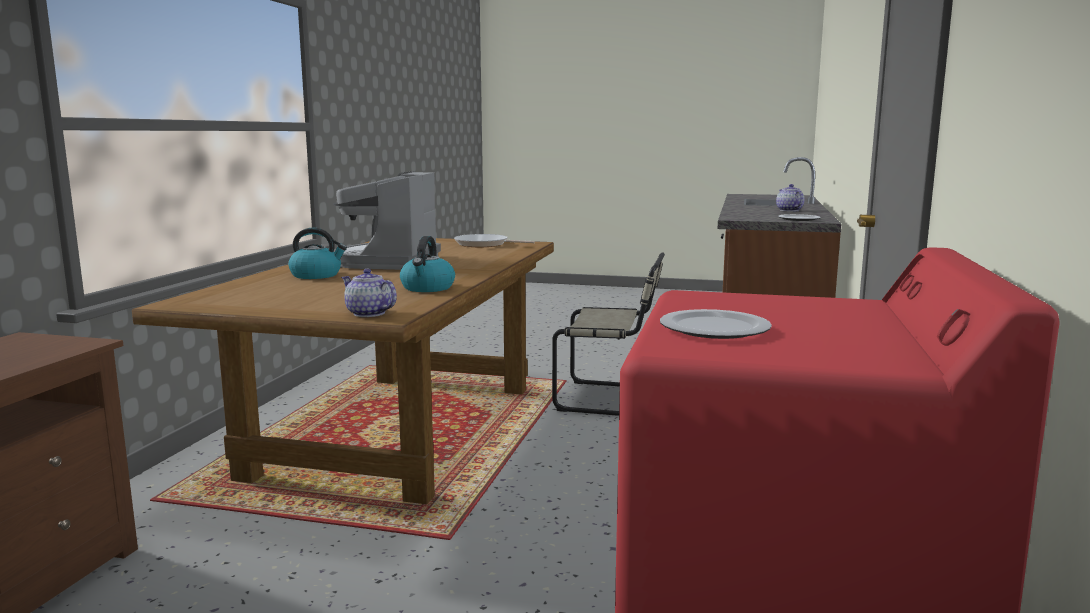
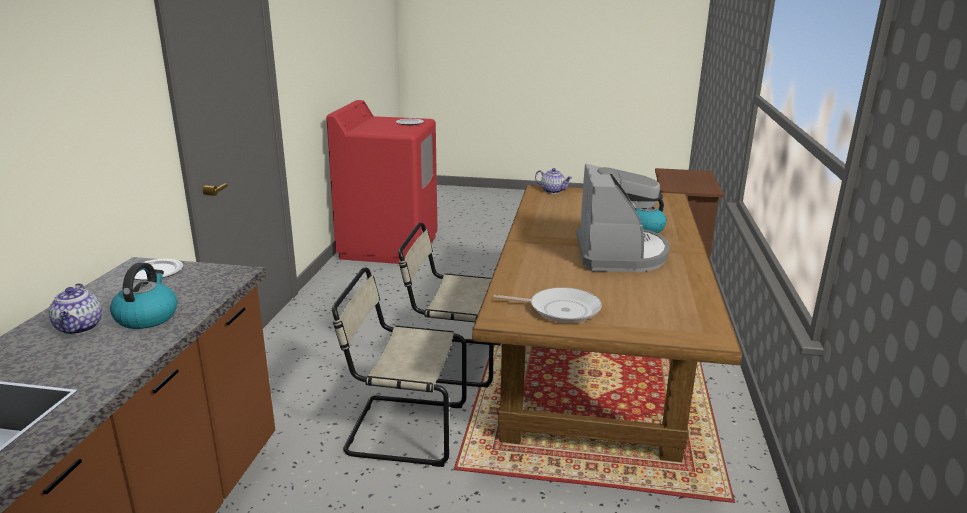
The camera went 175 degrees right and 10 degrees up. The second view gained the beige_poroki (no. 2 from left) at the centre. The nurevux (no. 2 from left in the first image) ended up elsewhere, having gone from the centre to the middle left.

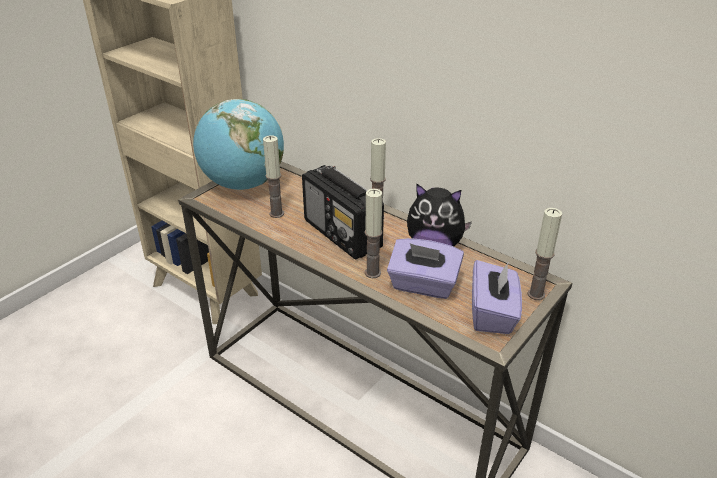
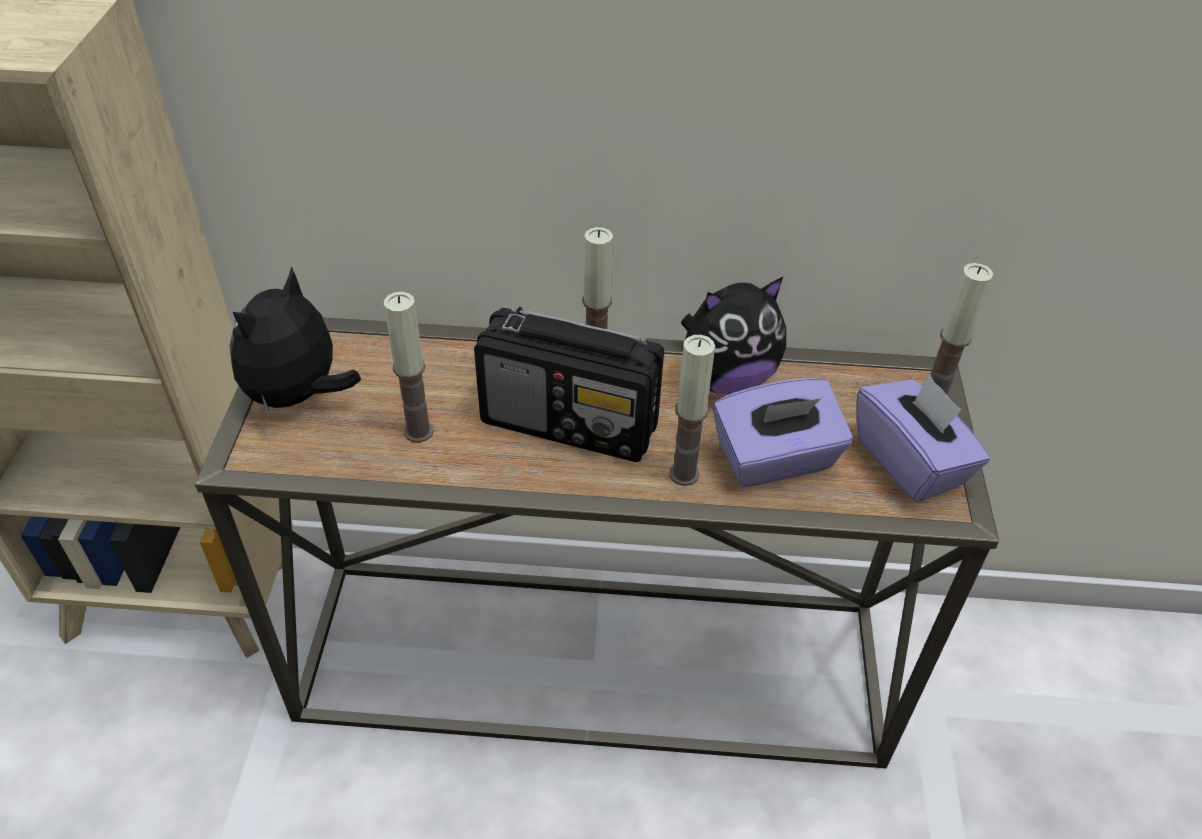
The camera went 35 degrees left and 10 degrees up. Where the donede stood at the top left, the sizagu (no. 1 from left) came to stand at the middle left.

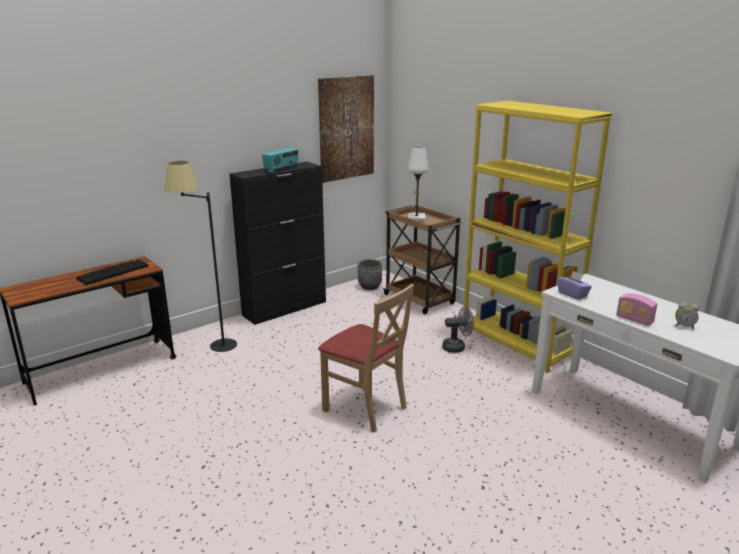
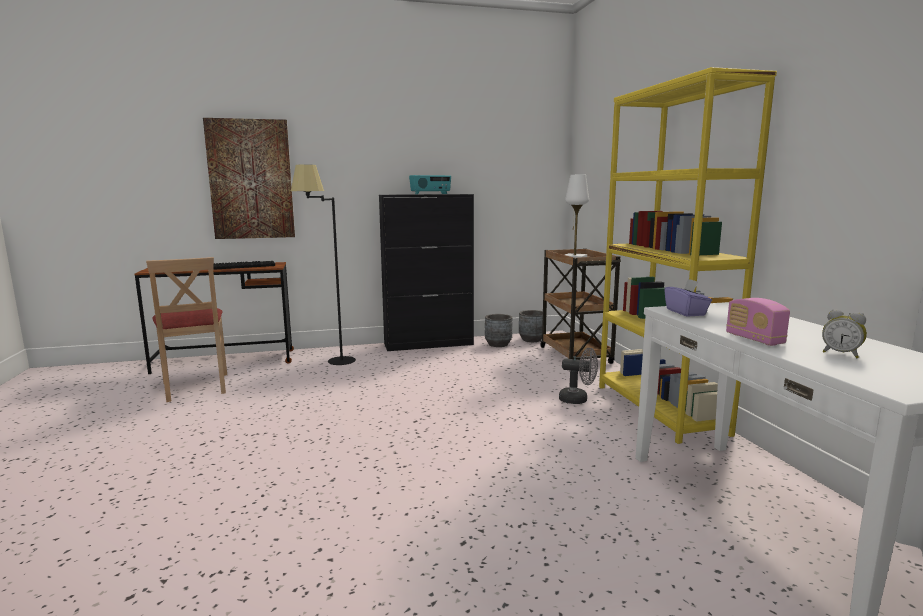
The camera went 25 degrees right and 10 degrees down. The second view gained the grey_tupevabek (no. 1 from left) at the centre. The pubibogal ended up elsewhere, having gone from the top centre to the top left. The beige_poroki ended up elsewhere, having gone from the centre to the middle left.

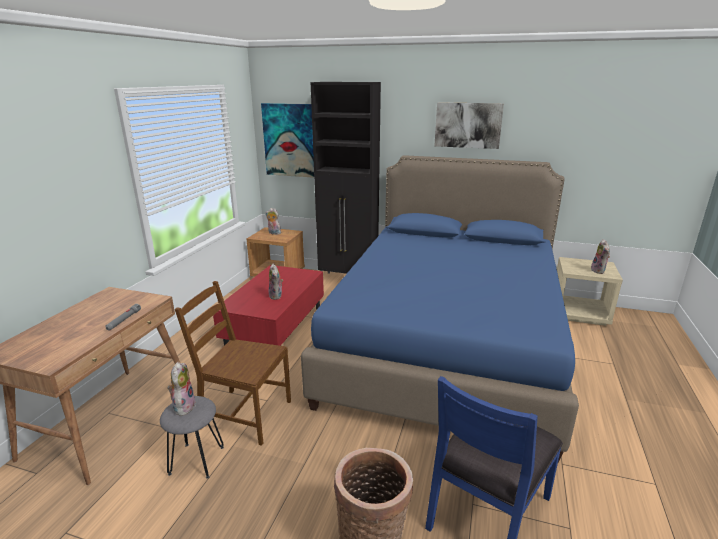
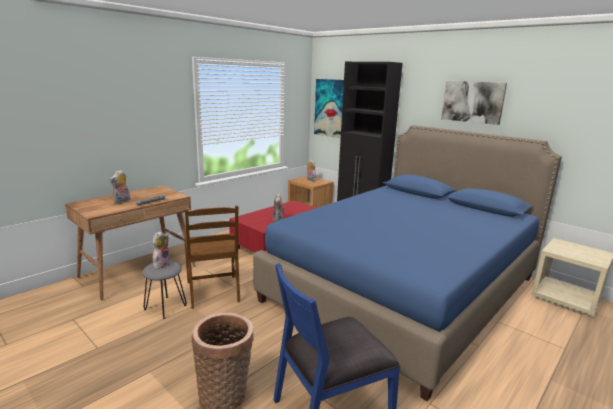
The camera went 25 degrees right and 5 degrees down. The sizagu (no. 4 from left in the first image) ended up elsewhere, having gone from the middle right to the middle left. The brown_poroki at the bottom left ended up facing another way, 150 degrees counterclockwise from before.

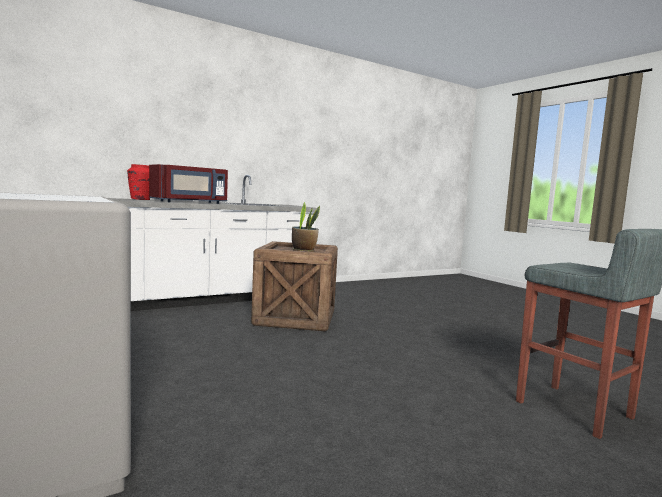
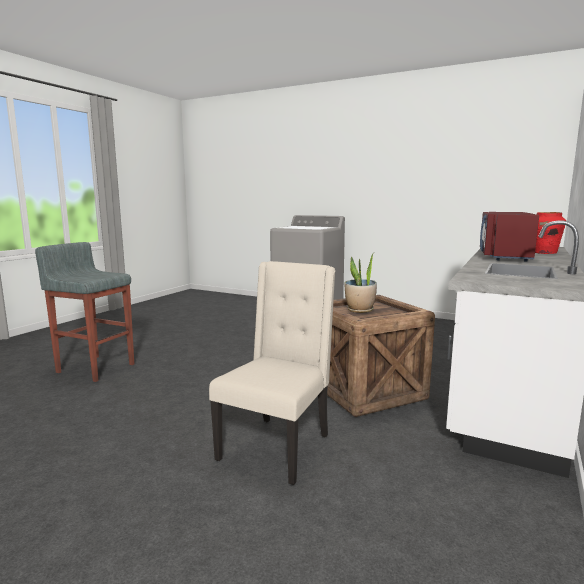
The camera went 150 degrees right and 5 degrees up. The second view gained the beige_poroki at the centre.

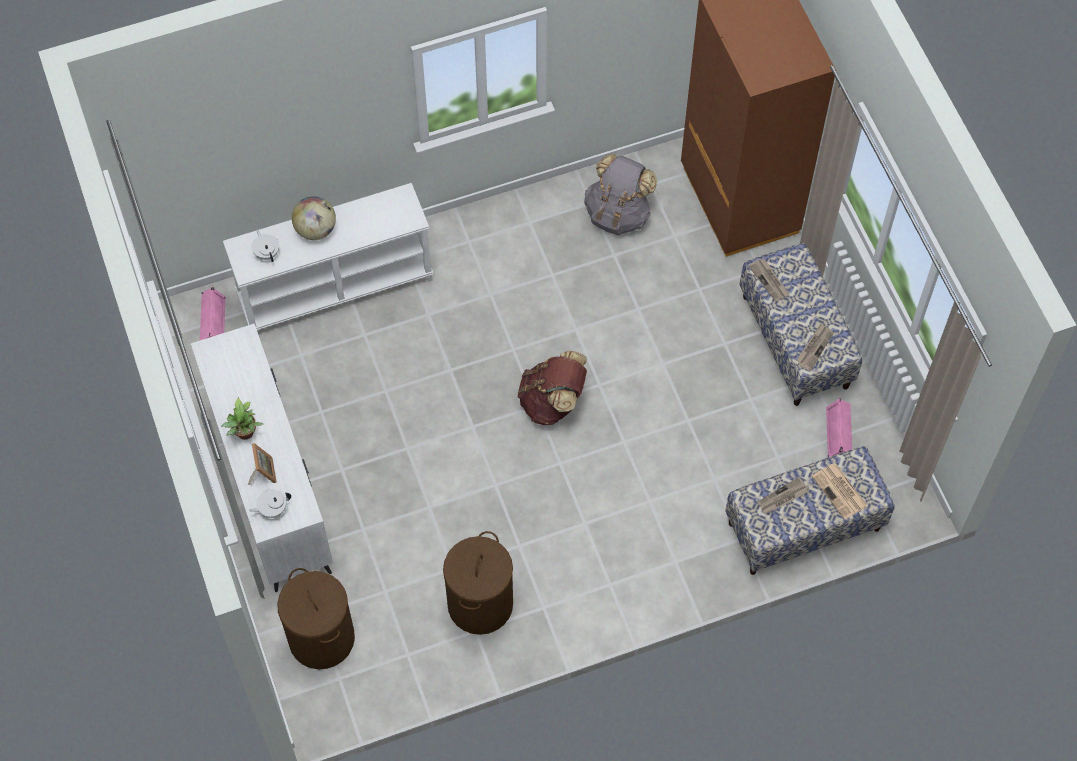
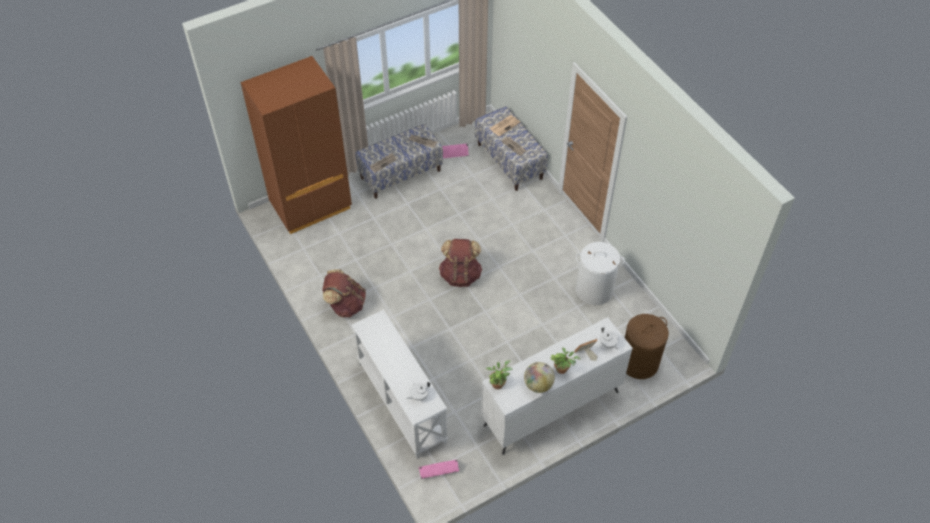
The camera went 100 degrees left and 10 degrees down. The second view lost the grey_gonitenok at the top centre. The second view gained the brown_gonitenok (no. 1 from left) at the centre. The second view gained the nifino (no. 1 from left) at the bottom centre. The donede ended up elsewhere, having gone from the top left to the bottom centre. What was the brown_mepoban (no. 2 from left) at the bottom centre turned into the white_mepoban at the centre.

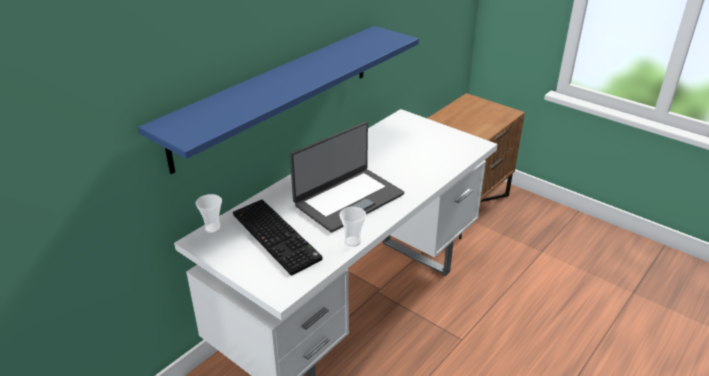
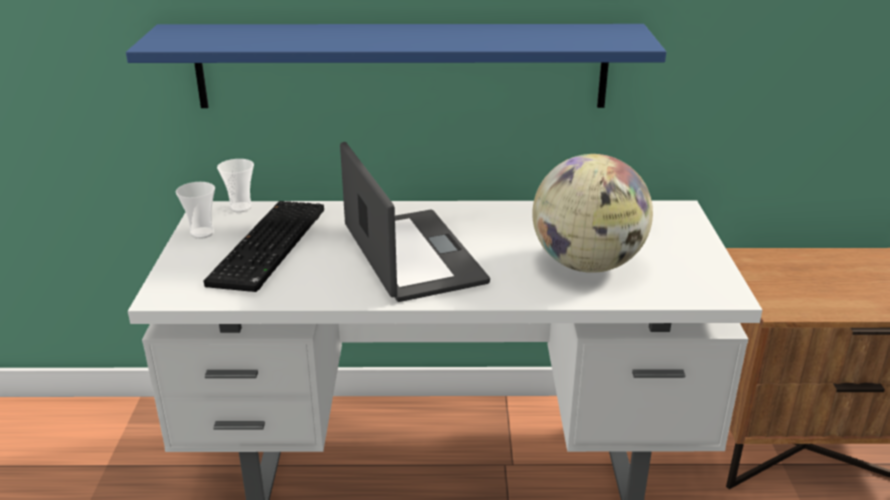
The camera went 50 degrees right and 5 degrees down. The second view gained the donede at the centre. The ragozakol (no. 2 from left in the first image) ended up elsewhere, having gone from the centre to the middle left. The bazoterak at the centre ended up facing another way, 120 degrees counterclockwise from before.

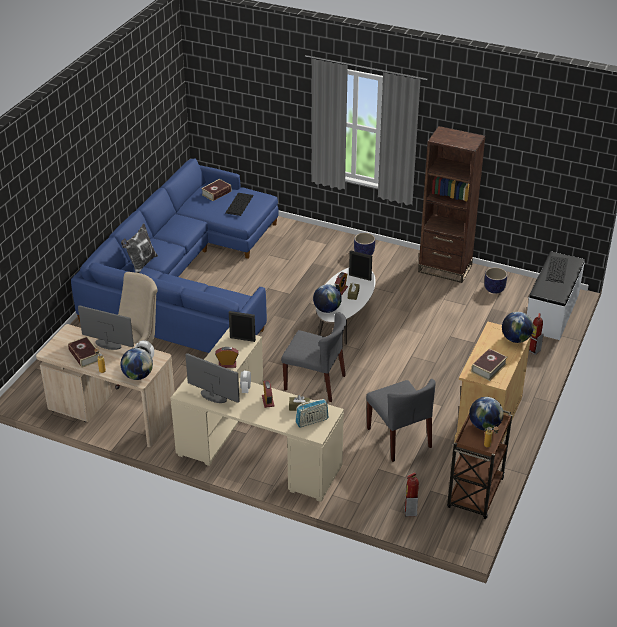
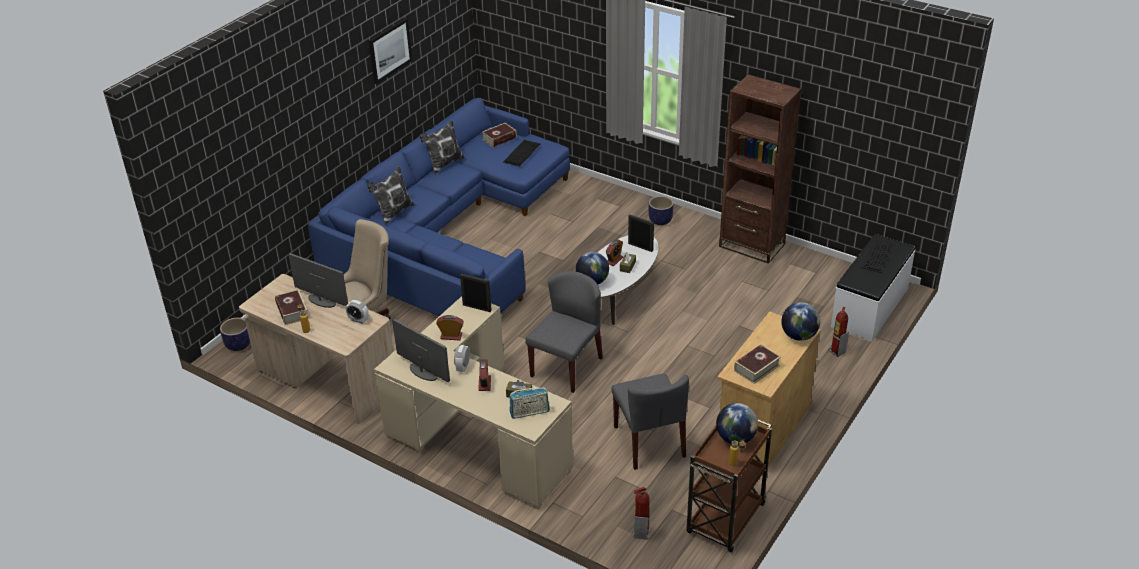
The camera went 10 degrees right and 0 degrees up. The second view lost the donede (no. 1 from left) at the middle left. The second view gained the pubibogal at the top centre. The second view gained the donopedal (no. 2 from left) at the top centre. The tupevabek (no. 2 from left in the first image) ended up elsewhere, having gone from the middle right to the middle left. The grey_poroki (no. 1 from left) at the centre ended up facing another way, 90 degrees counterclockwise from before.

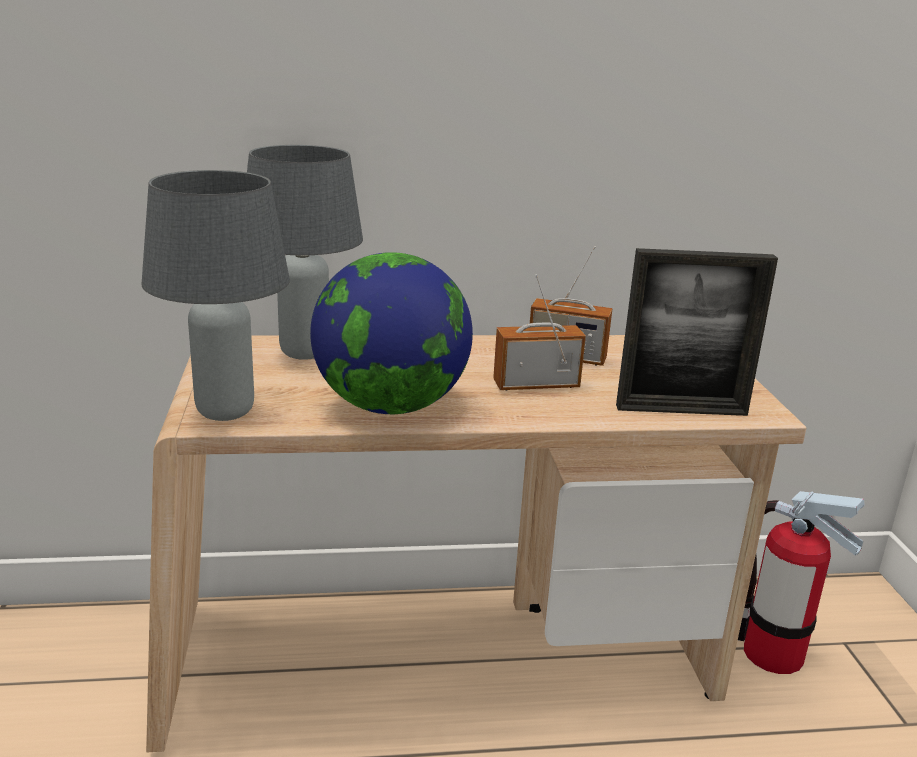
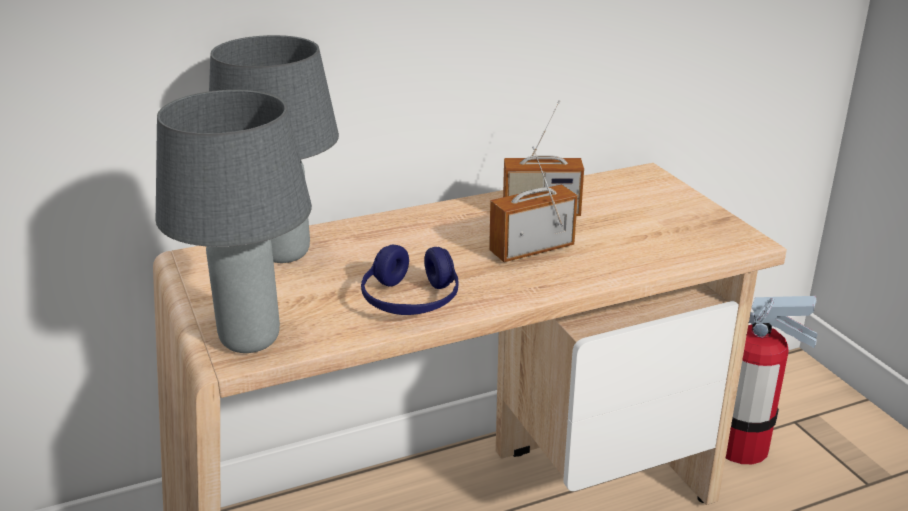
The camera went 15 degrees left and 5 degrees up. The second view lost the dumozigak at the middle right. Where the donede stood at the centre, the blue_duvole came to stand at the centre.

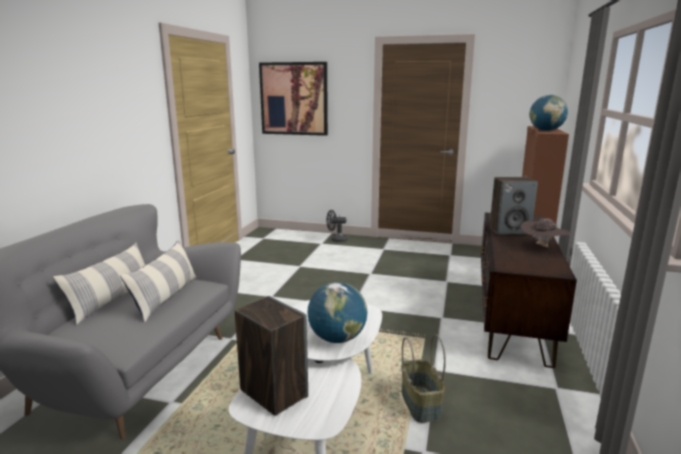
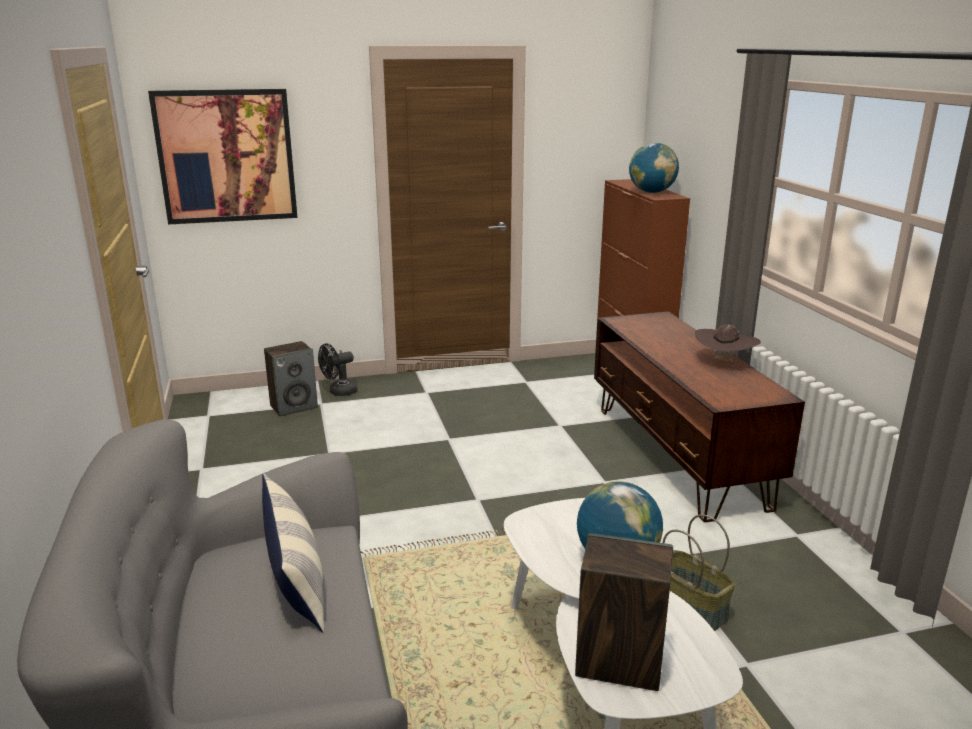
The camera went 30 degrees left and 5 degrees up. The second view lost the donopedal (no. 1 from left) at the middle left. The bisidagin (no. 2 from left in the first image) ended up elsewhere, having gone from the middle right to the middle left.

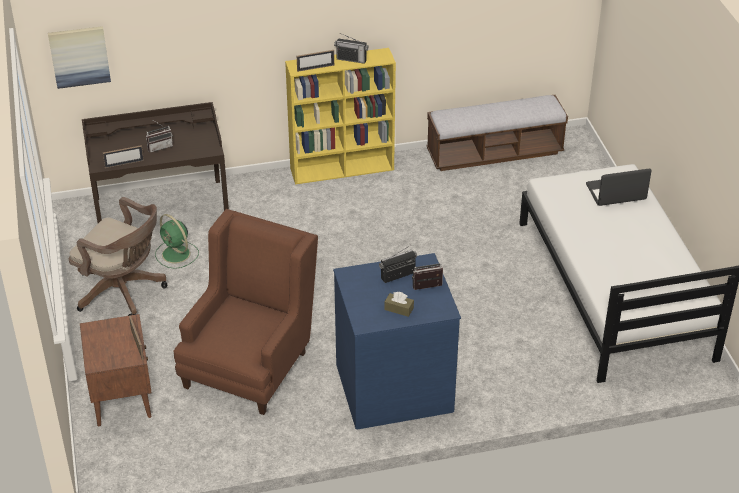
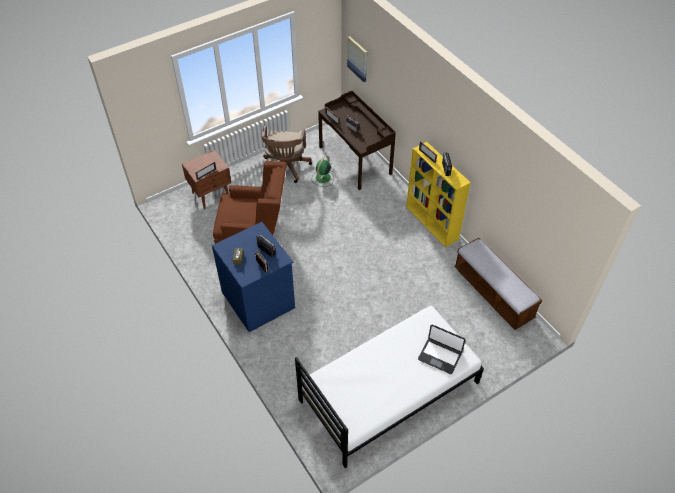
The camera went 70 degrees right and 10 degrees up. The bazoterak at the middle right ended up facing another way, 150 degrees clockwise from before.

